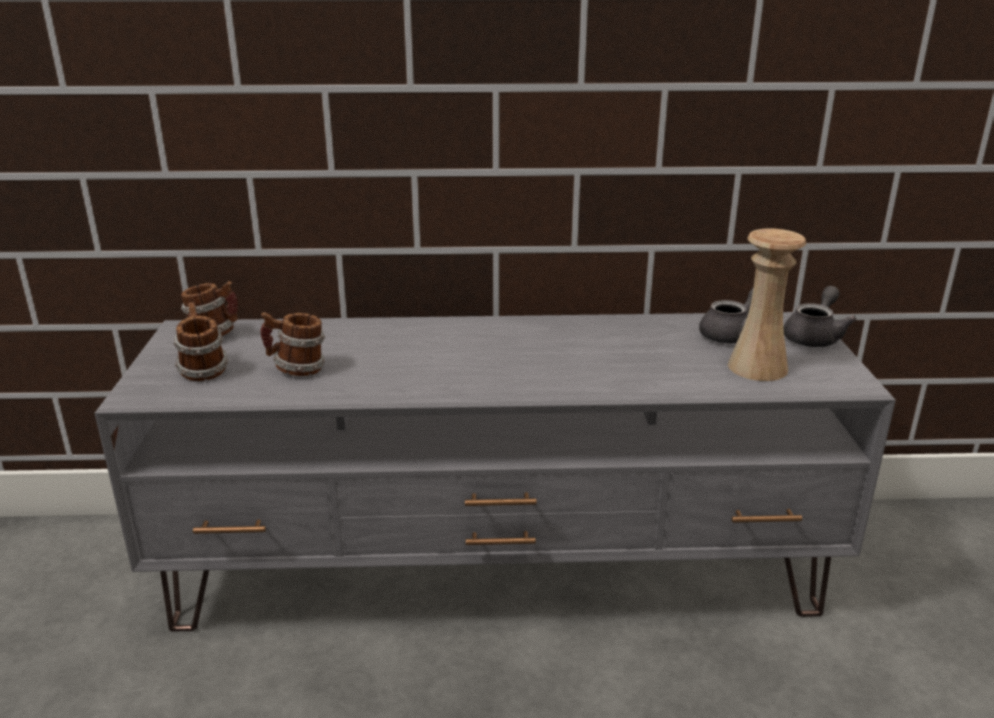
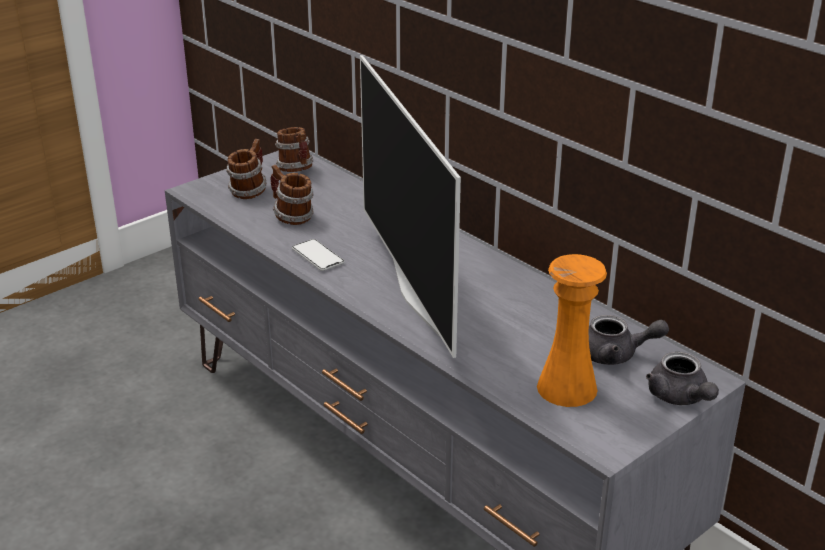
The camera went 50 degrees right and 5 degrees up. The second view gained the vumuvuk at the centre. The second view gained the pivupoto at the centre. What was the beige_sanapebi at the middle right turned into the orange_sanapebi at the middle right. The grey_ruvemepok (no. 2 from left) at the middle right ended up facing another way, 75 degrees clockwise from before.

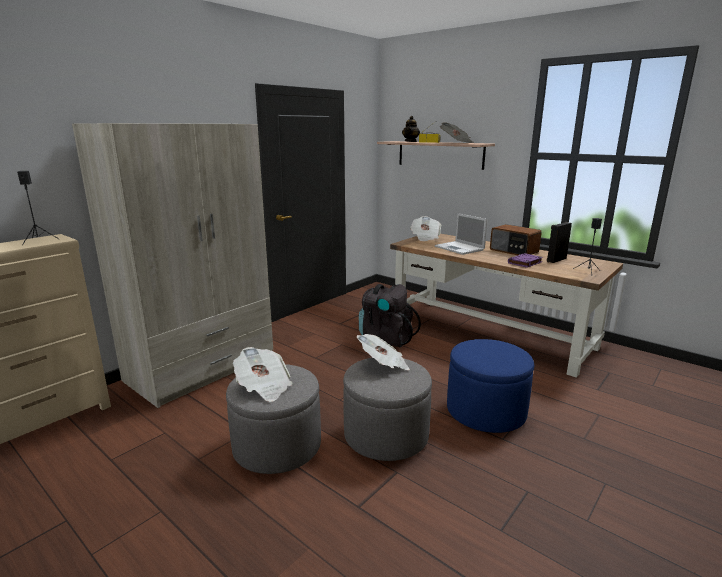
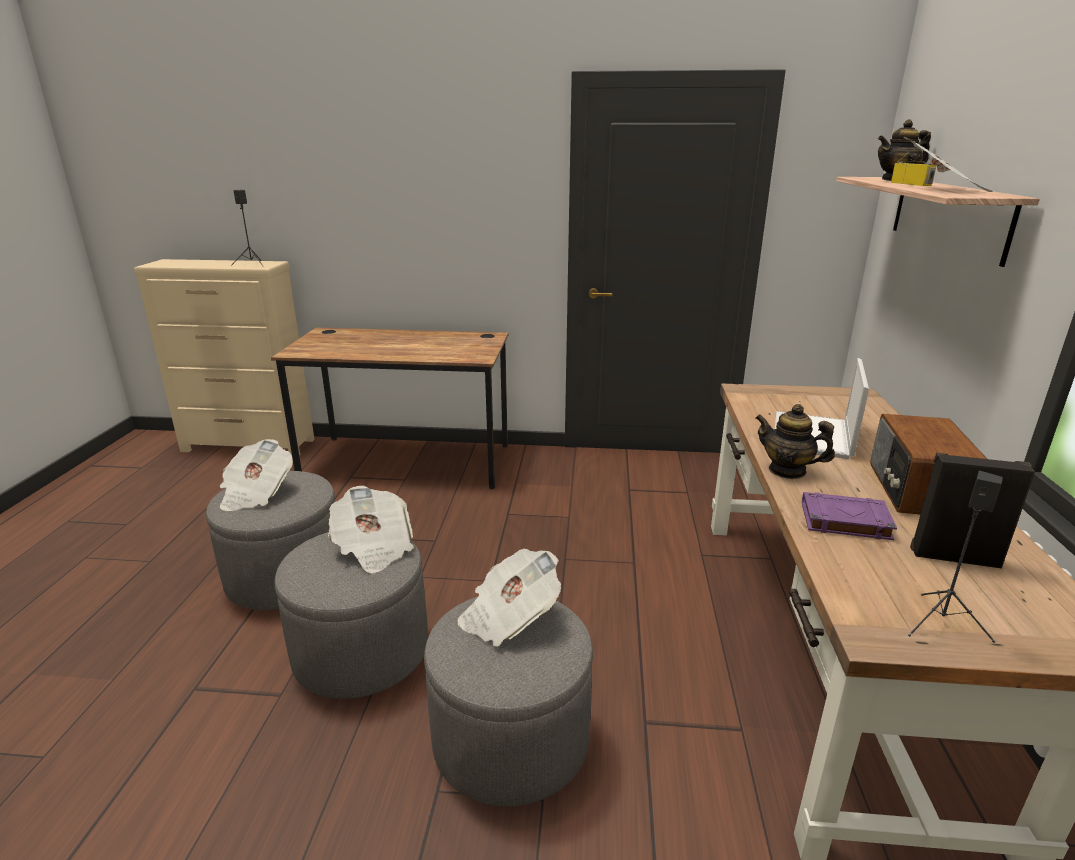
The camera went 55 degrees right and 5 degrees up. The second view lost the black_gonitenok at the centre. The second view gained the ruvemepok (no. 1 from left) at the middle right. The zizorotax (no. 3 from left) ended up elsewhere, having gone from the centre to the bottom centre. Where the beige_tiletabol stood at the middle left, the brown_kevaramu (no. 1 from left) came to stand at the centre. What was the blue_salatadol at the bottom right turned into the grey_salatadol (no. 3 from left) at the bottom centre.

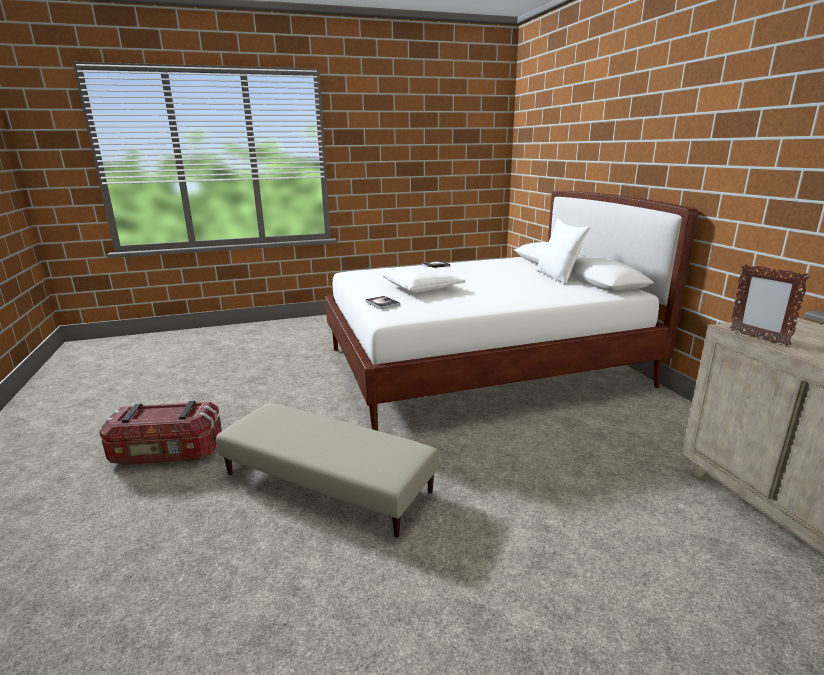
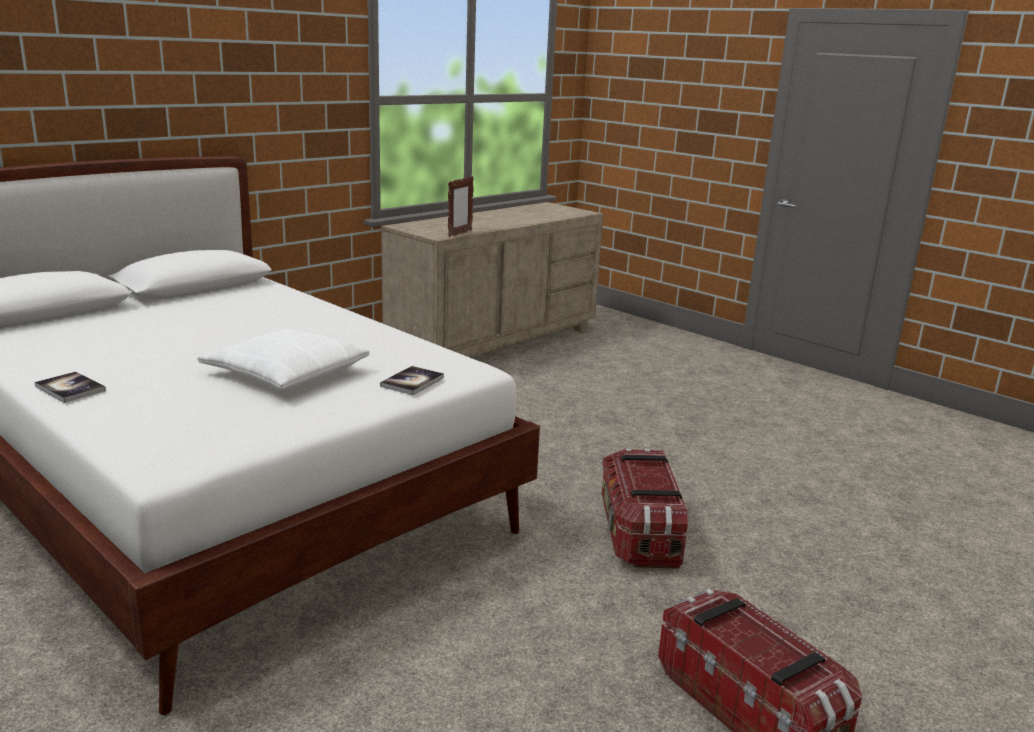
The camera went 120 degrees left and 0 degrees up. The second view lost the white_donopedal (no. 2 from left) at the middle right. Where the beige_salatadol stood at the bottom centre, the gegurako (no. 1 from left) came to stand at the bottom centre.

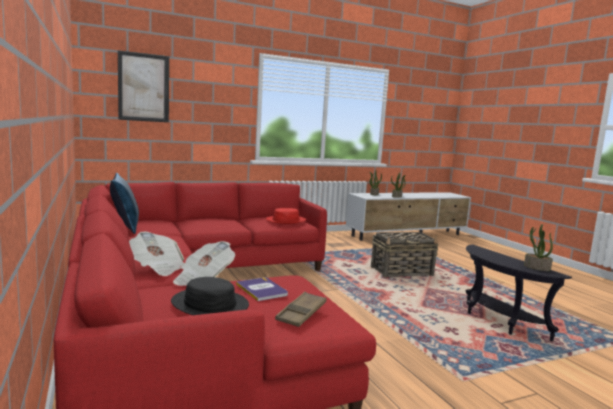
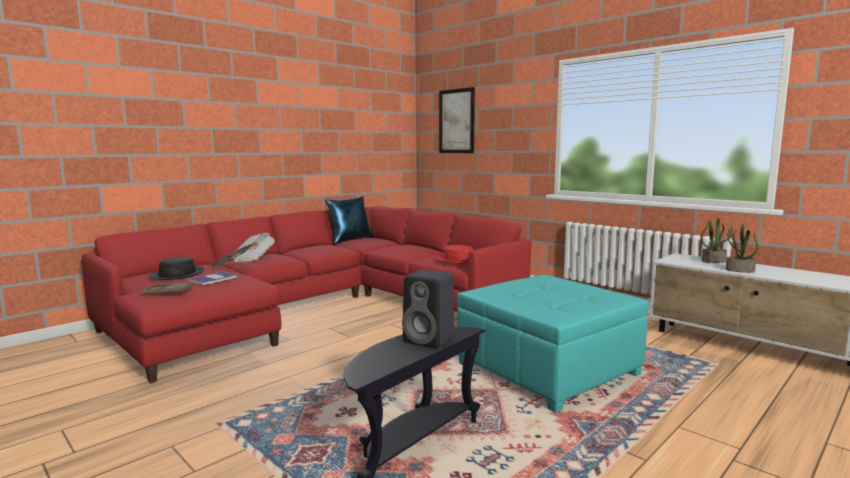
The camera went 70 degrees right and 0 degrees up. The second view lost the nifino (no. 3 from left) at the middle right. The second view gained the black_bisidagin at the centre. Where the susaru stood at the centre, the turquoise_salatadol came to stand at the bottom centre.

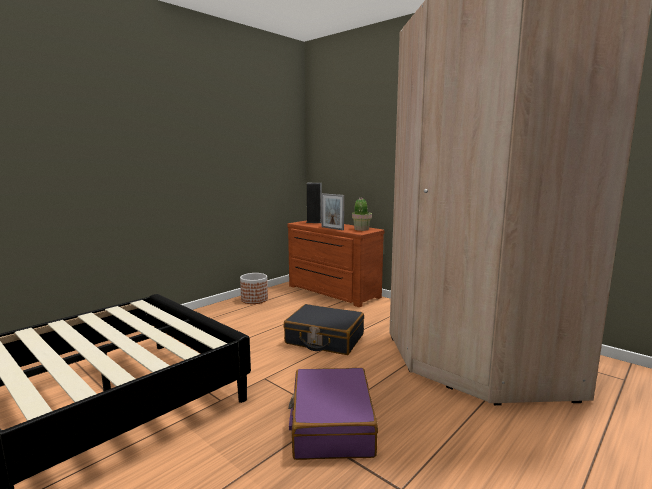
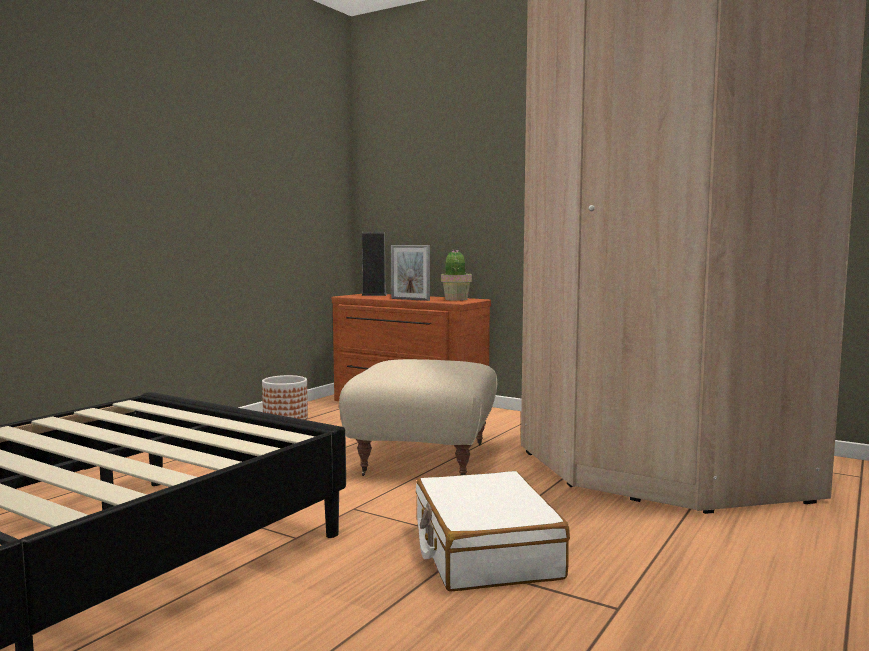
The camera went 10 degrees left and 5 degrees down. Where the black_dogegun stood at the bottom centre, the beige_salatadol came to stand at the centre. What was the purple_dogegun at the bottom centre turned into the white_dogegun at the bottom centre.

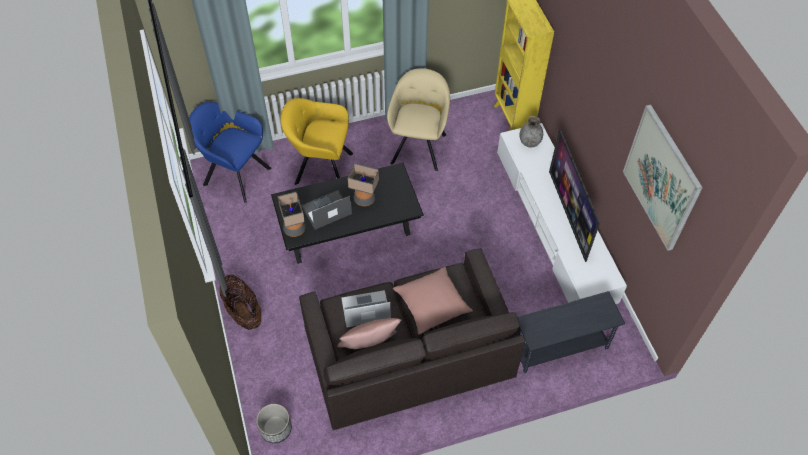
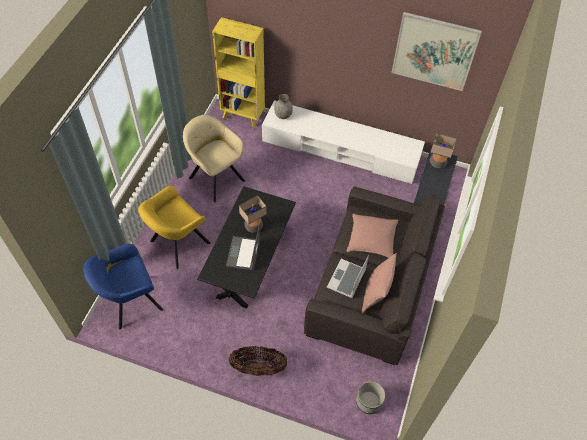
The camera went 55 degrees left and 0 degrees up. The second view lost the pivupoto at the middle right. The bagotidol (no. 1 from left in the first image) ended up elsewhere, having gone from the centre to the middle right.

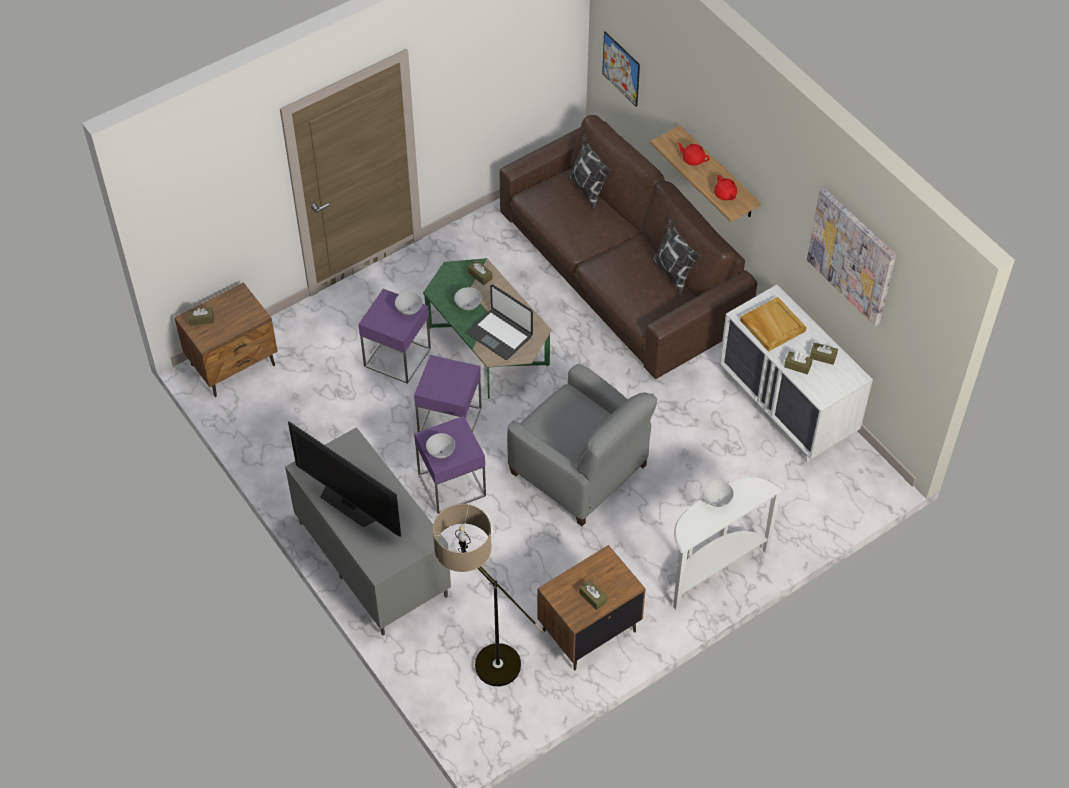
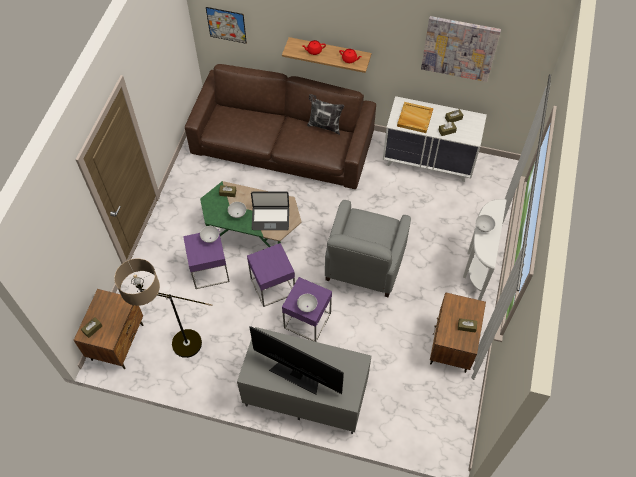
The camera went 40 degrees left and 5 degrees up. The second view lost the donopedal (no. 1 from left) at the top centre. The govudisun ended up elsewhere, having gone from the bottom centre to the middle left. The pivupoto at the middle left ended up facing another way, 150 degrees counterclockwise from before. The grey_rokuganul at the centre ended up facing another way, 105 degrees clockwise from before.

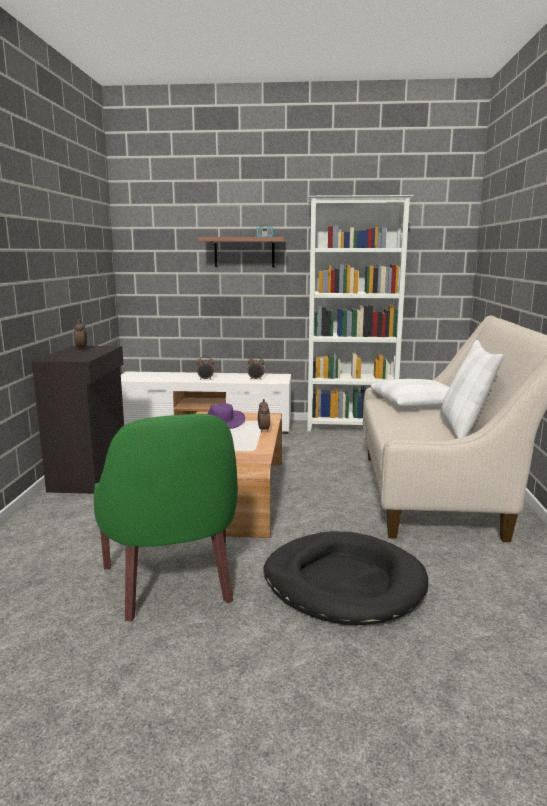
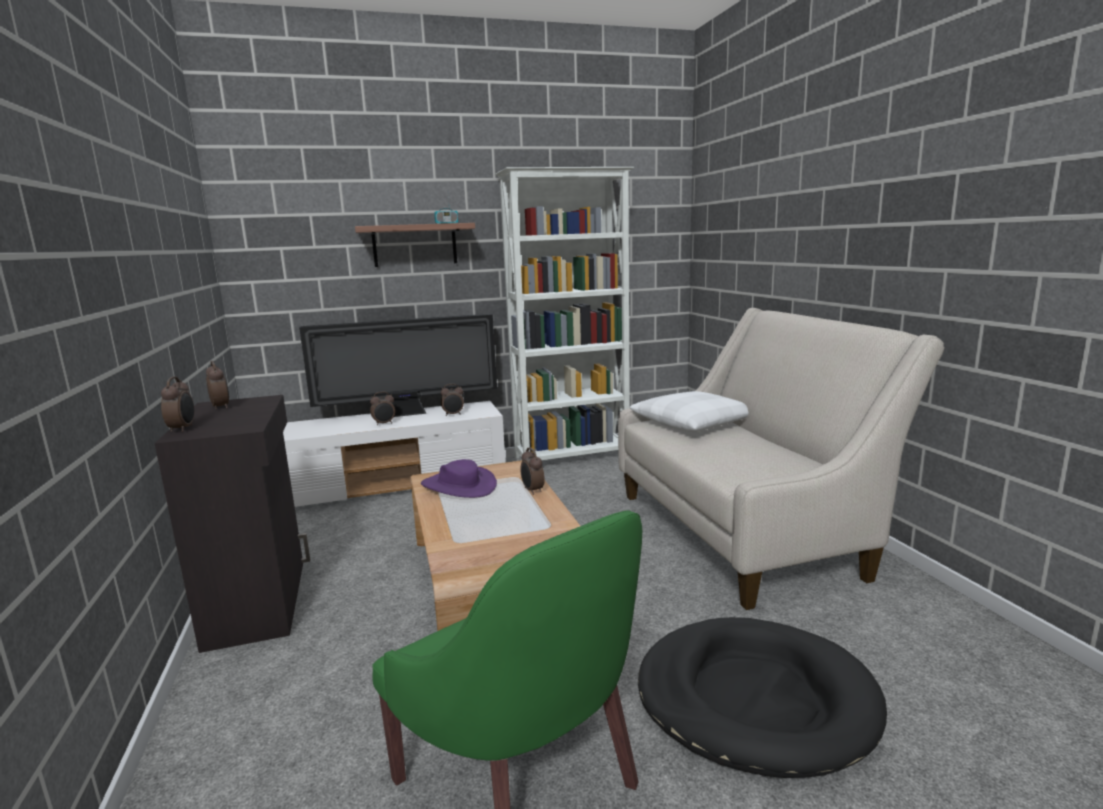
The camera went 20 degrees left and 0 degrees up. The second view lost the white_donopedal (no. 2 from left) at the middle right. The second view gained the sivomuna (no. 1 from left) at the middle left. The second view gained the pivupoto at the centre.

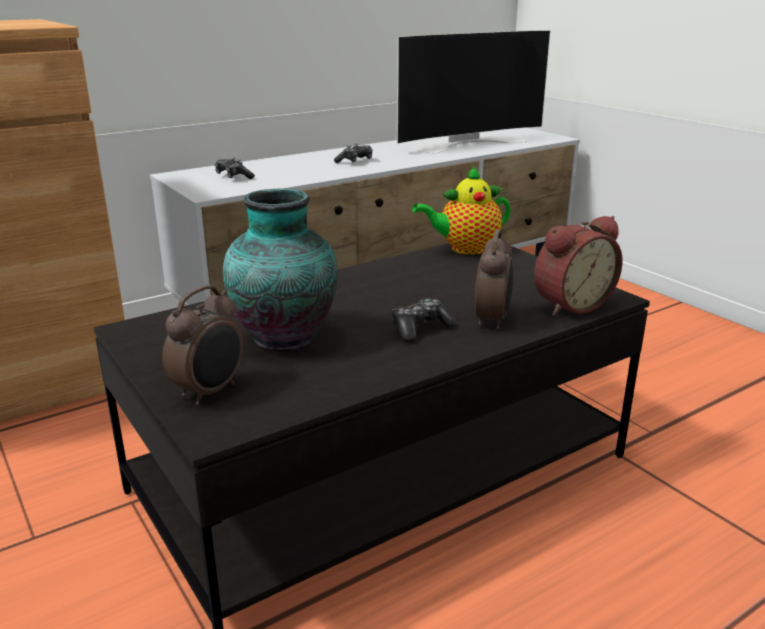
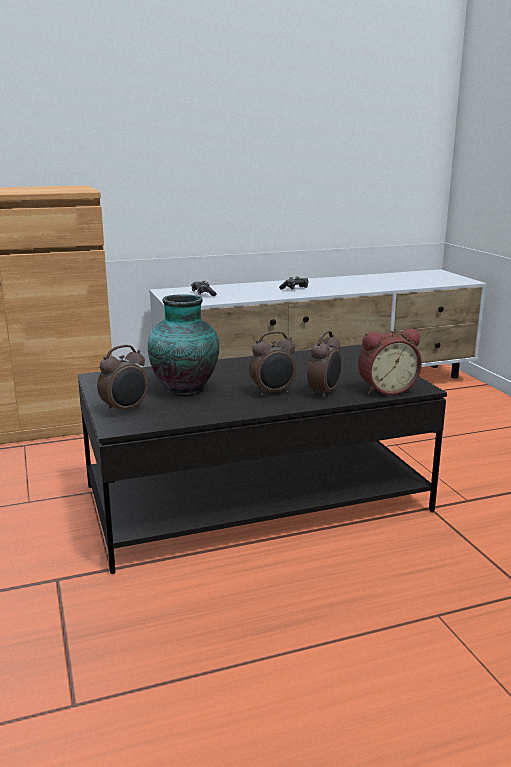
The camera went 15 degrees right and 5 degrees down. The second view lost the pivupoto at the top centre. The second view lost the ruvemepok at the centre. Where the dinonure (no. 3 from left) stood at the centre, the sivomuna (no. 2 from left) came to stand at the centre.

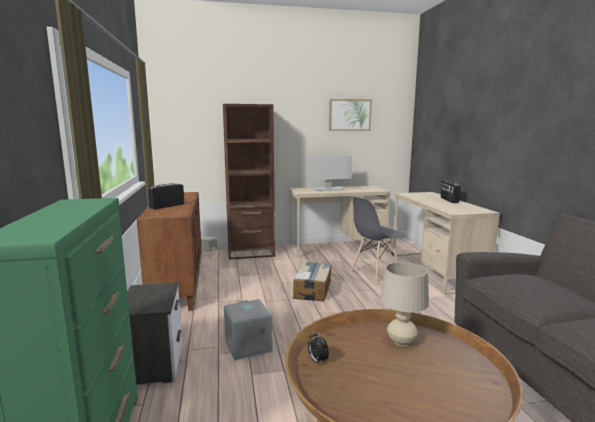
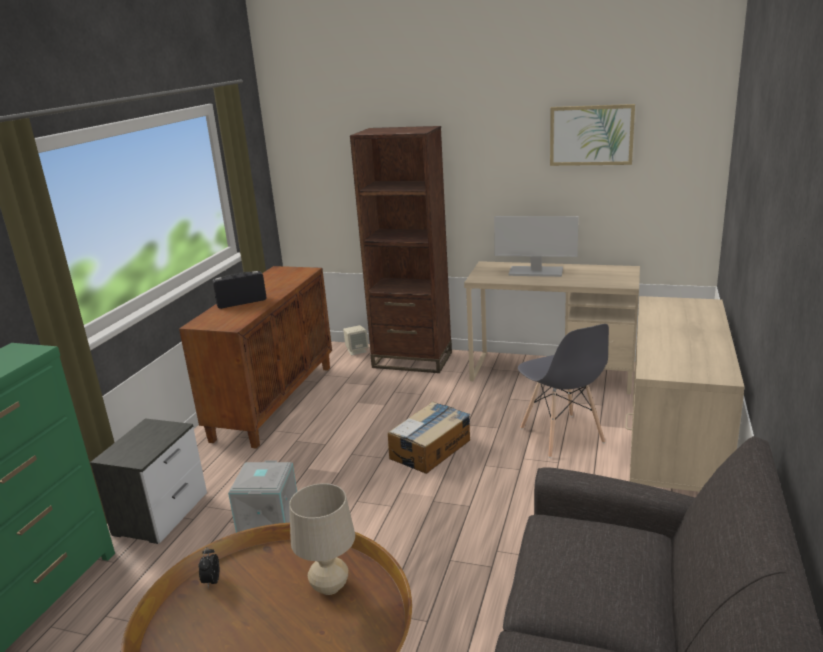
The camera went 30 degrees right and 10 degrees up. The second view lost the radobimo (no. 2 from left) at the middle right. The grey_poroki at the centre ended up facing another way, 105 degrees counterclockwise from before.

